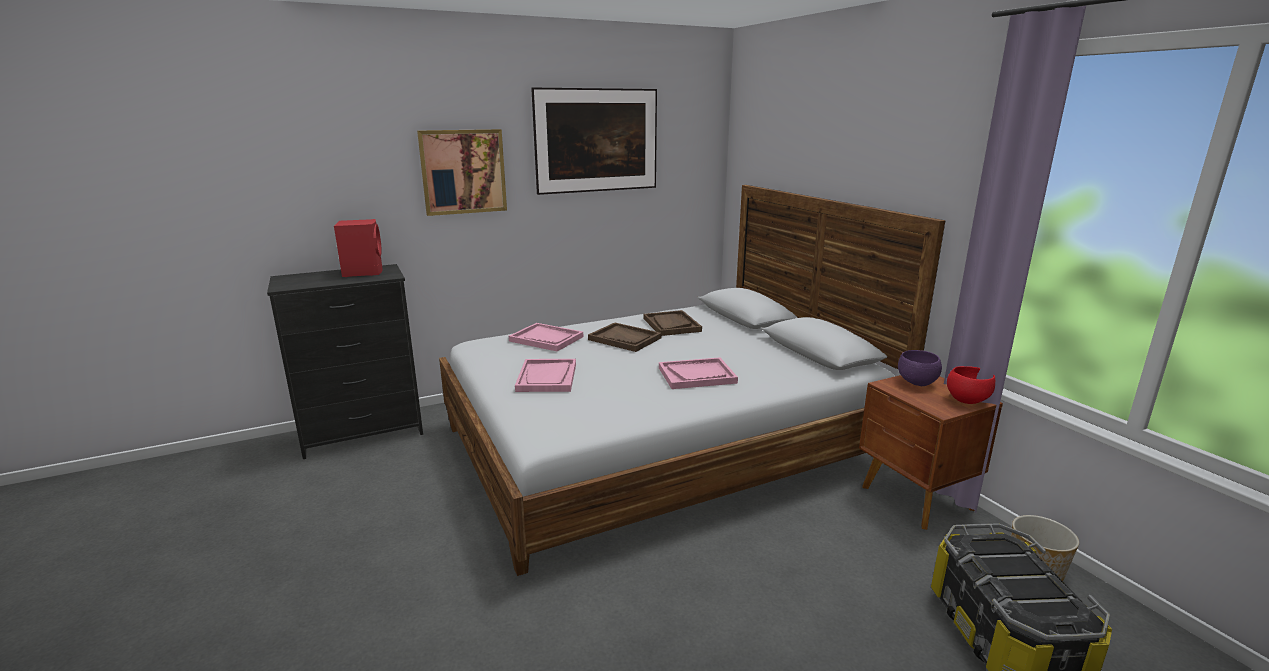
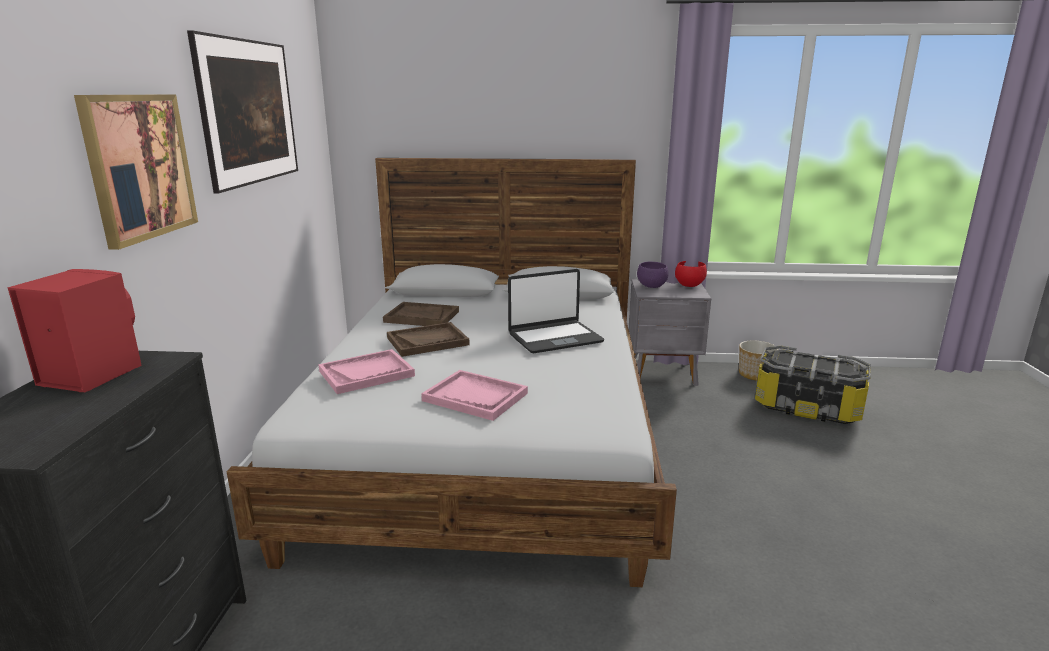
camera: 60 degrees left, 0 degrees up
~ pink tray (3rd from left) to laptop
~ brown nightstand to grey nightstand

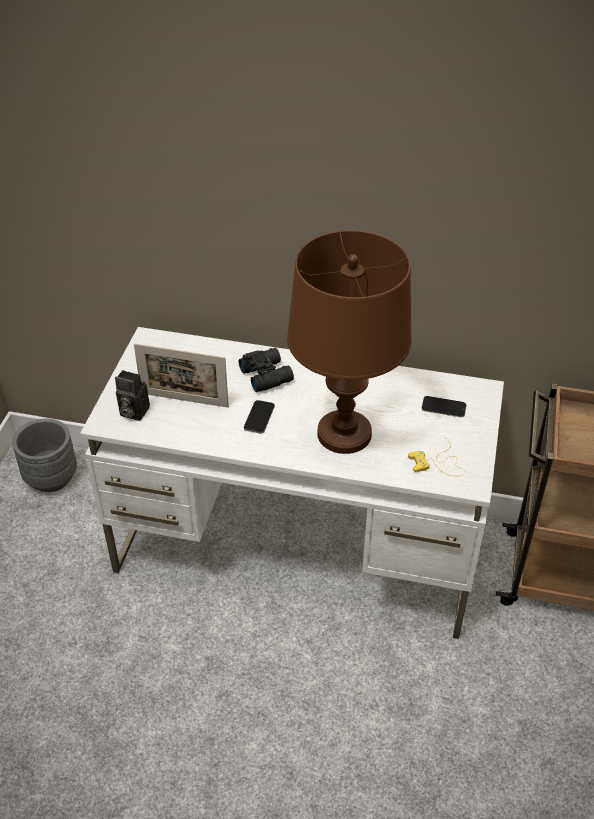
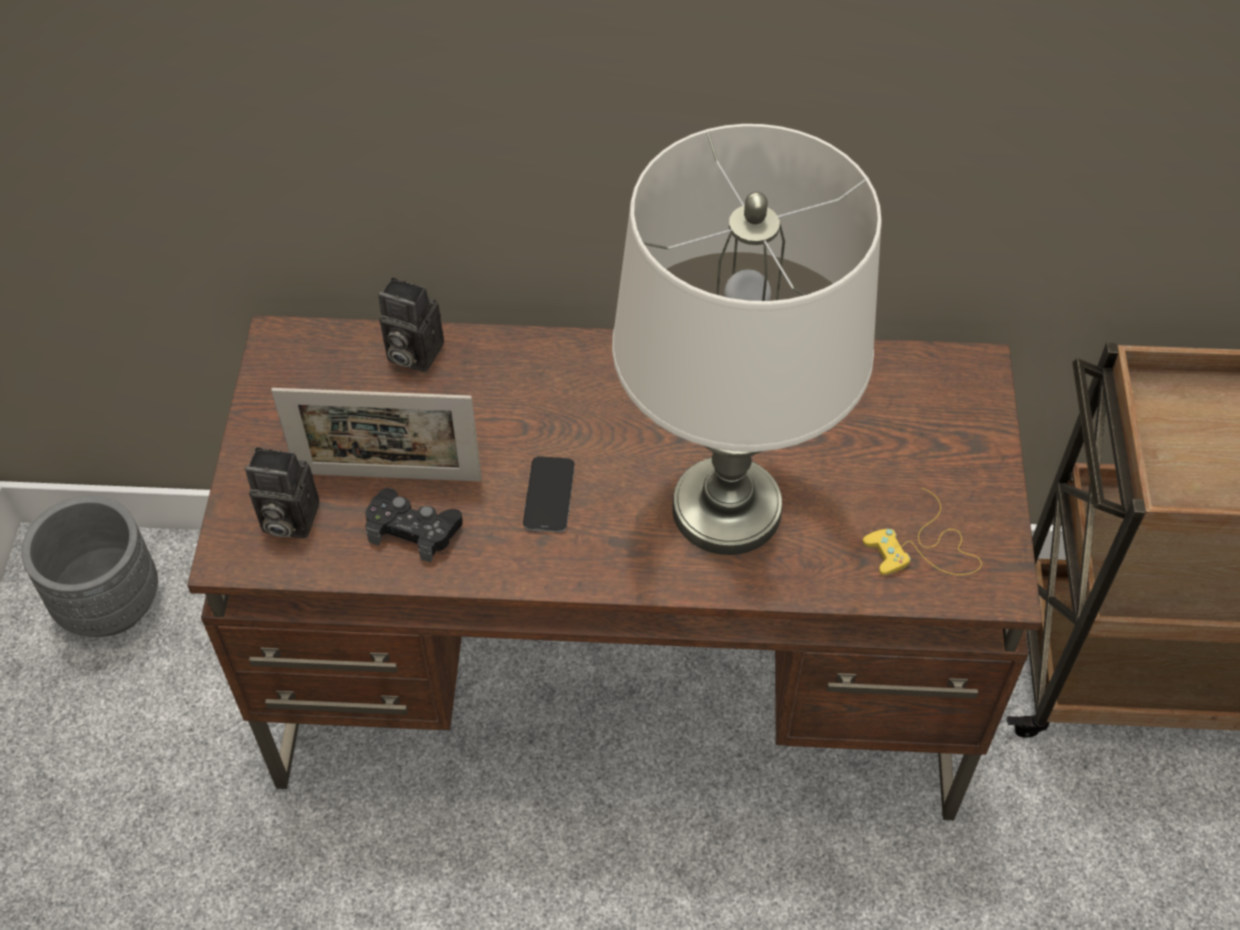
camera: 10 degrees left, 10 degrees up
- black binoculars
- phone (2nd from left)
+ black game controller
+ photo camera (2nd from left)
~ white desk to brown desk
~ brown table lamp to white table lamp

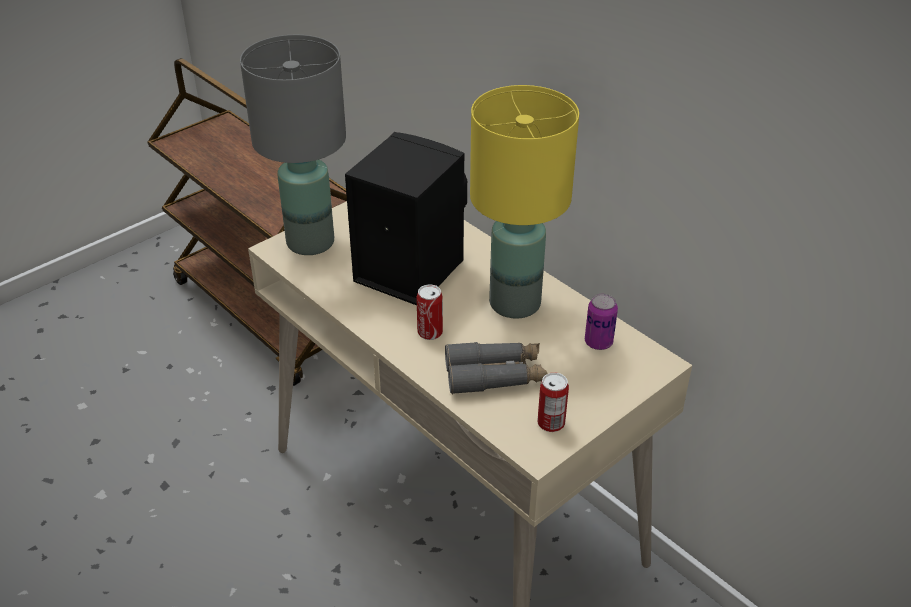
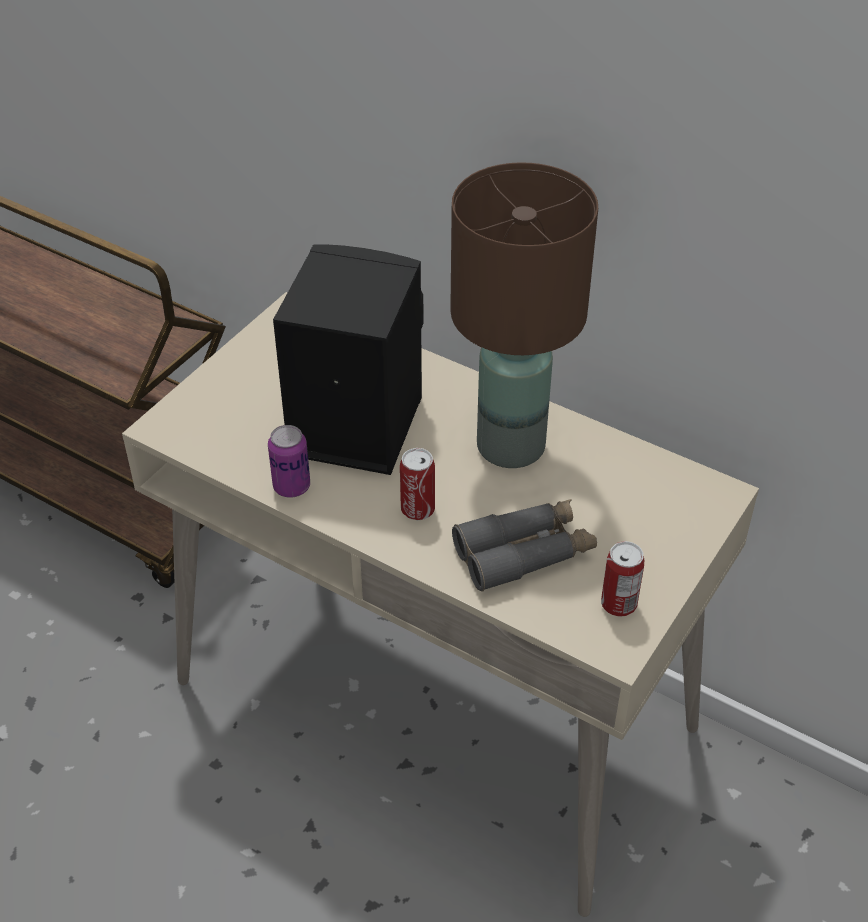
camera: 15 degrees left, 5 degrees up
- grey table lamp
~ can (3rd from left in the first image) to can (1st from left)
~ yellow table lamp to brown table lamp

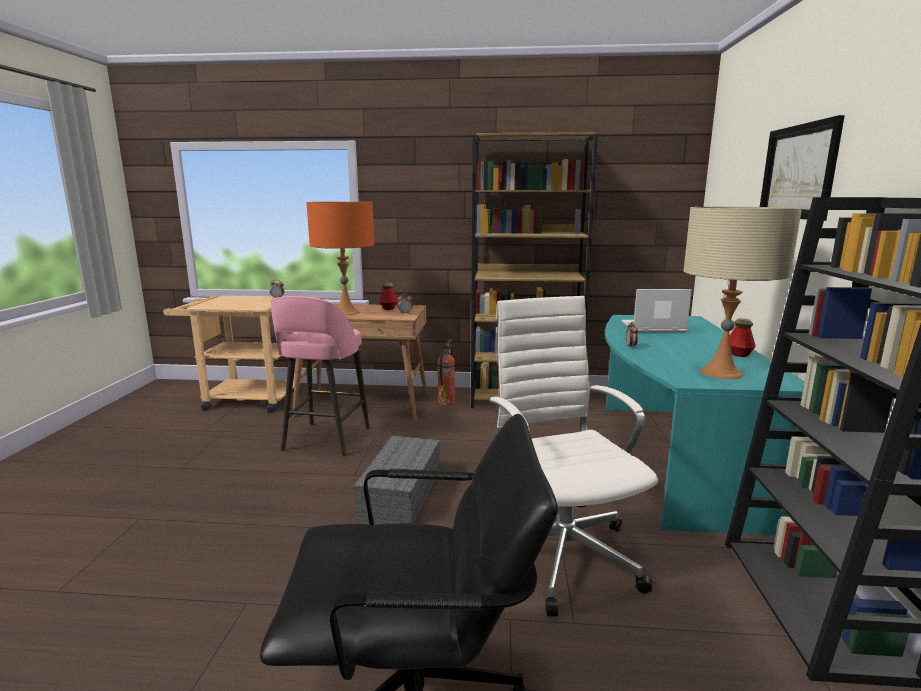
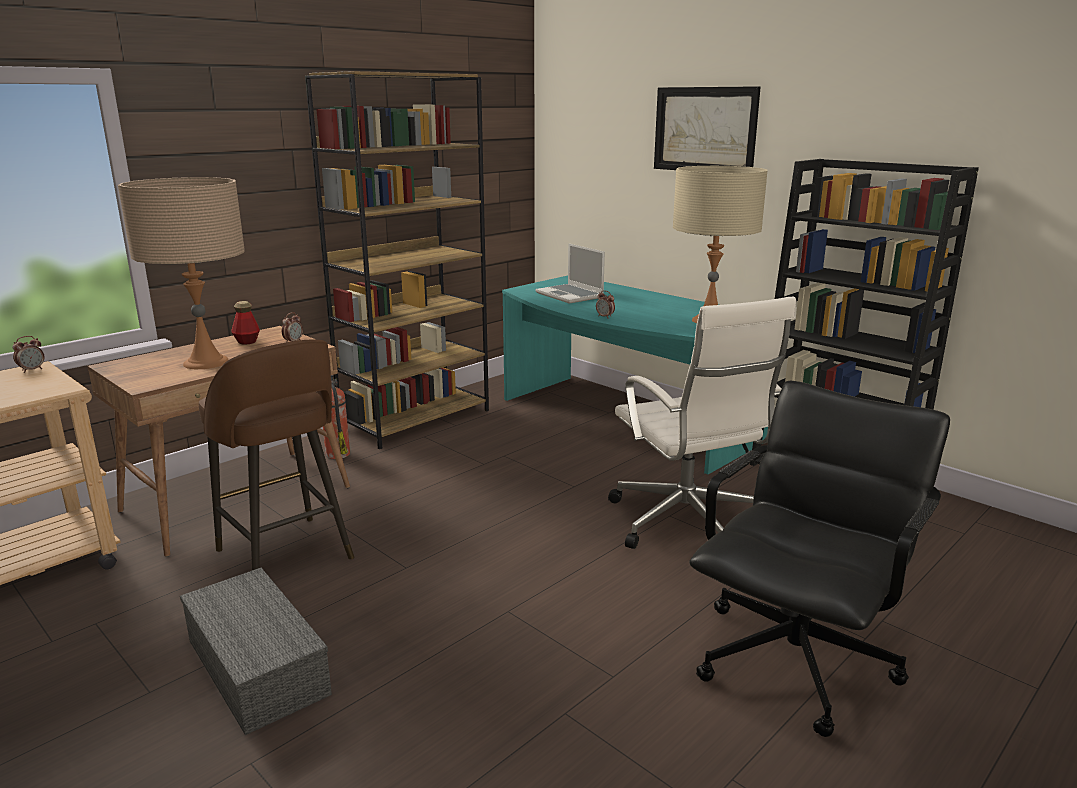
camera: 50 degrees left, 5 degrees up
- bottle (2nd from left)
~ grey storage box
~ pink stool to brown stool
~ orange table lamp to beige table lamp (1st from left)
~ white office chair 135 degrees counterclockwise
~ laptop 75 degrees counterclockwise

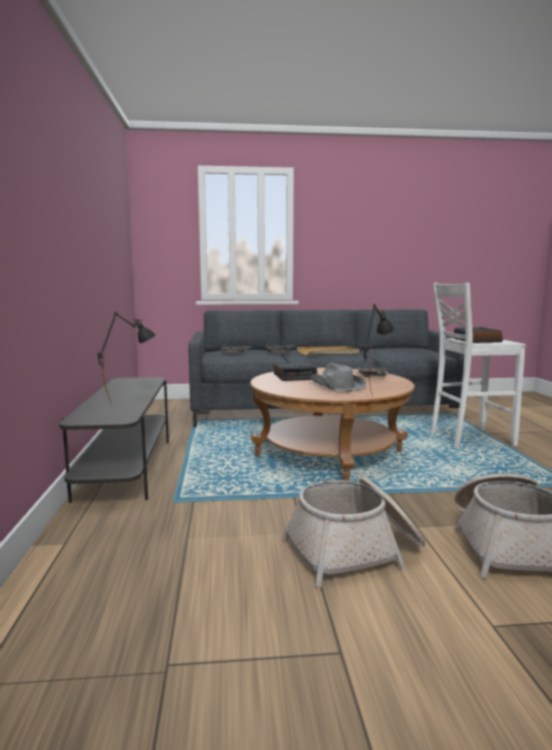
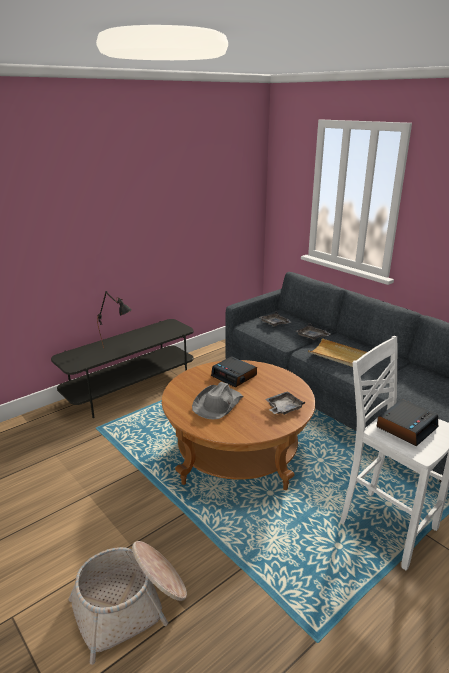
camera: 55 degrees right, 15 degrees up
- basket (1st from left)
- black table lamp (2nd from left)

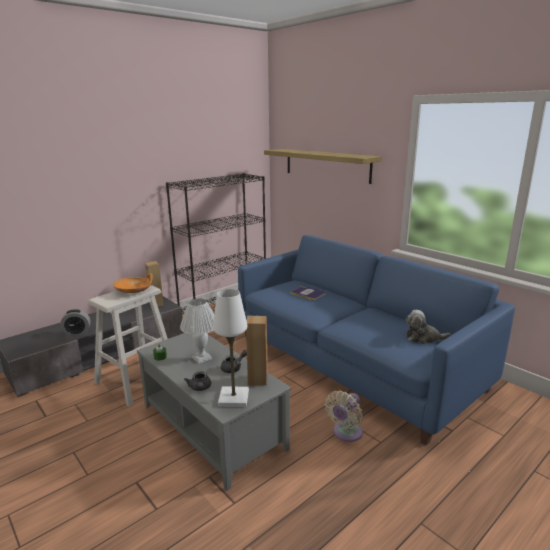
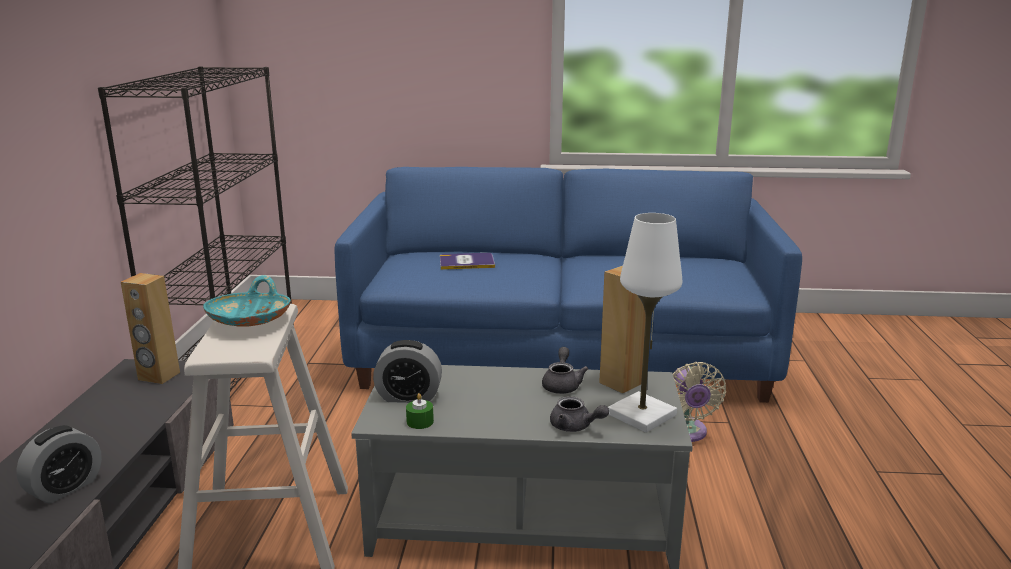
camera: 45 degrees left, 0 degrees up
- white table lamp (1st from left)
- shelf
- plush toy
+ alarm clock (2nd from left)
~ orange bowl to turquoise bowl

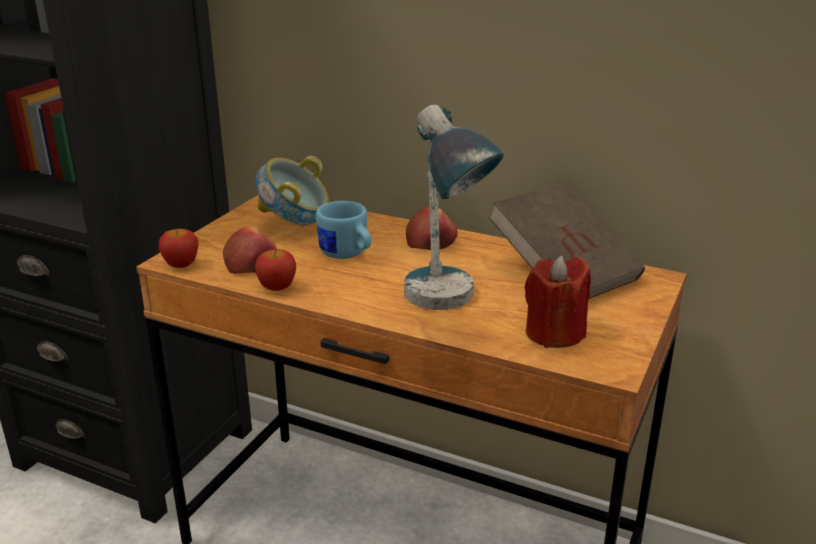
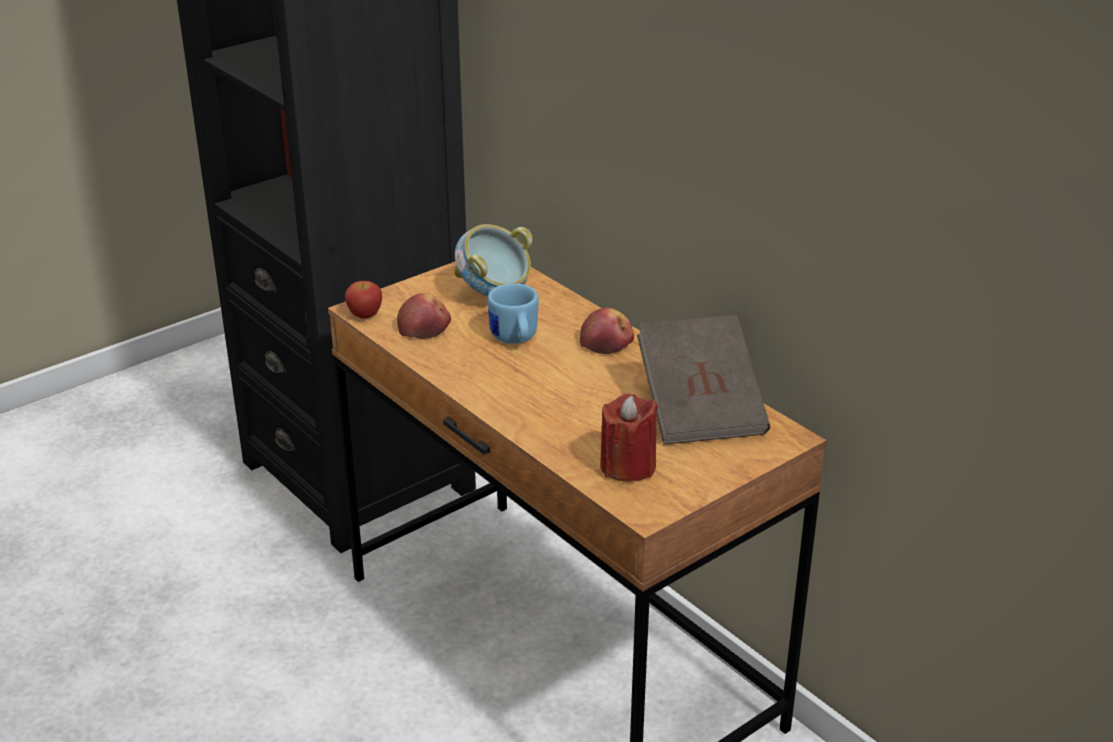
camera: 25 degrees right, 5 degrees up
- apple (3rd from left)
- table lamp

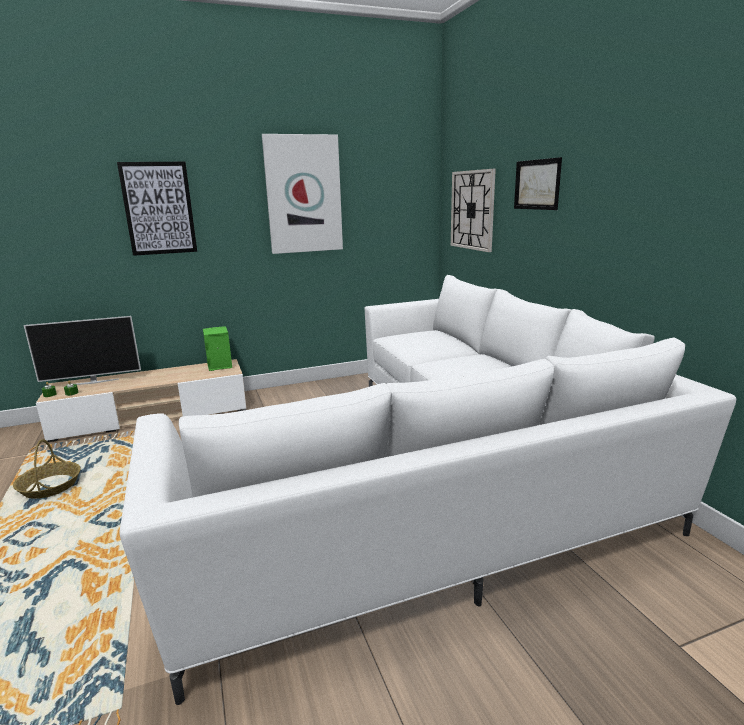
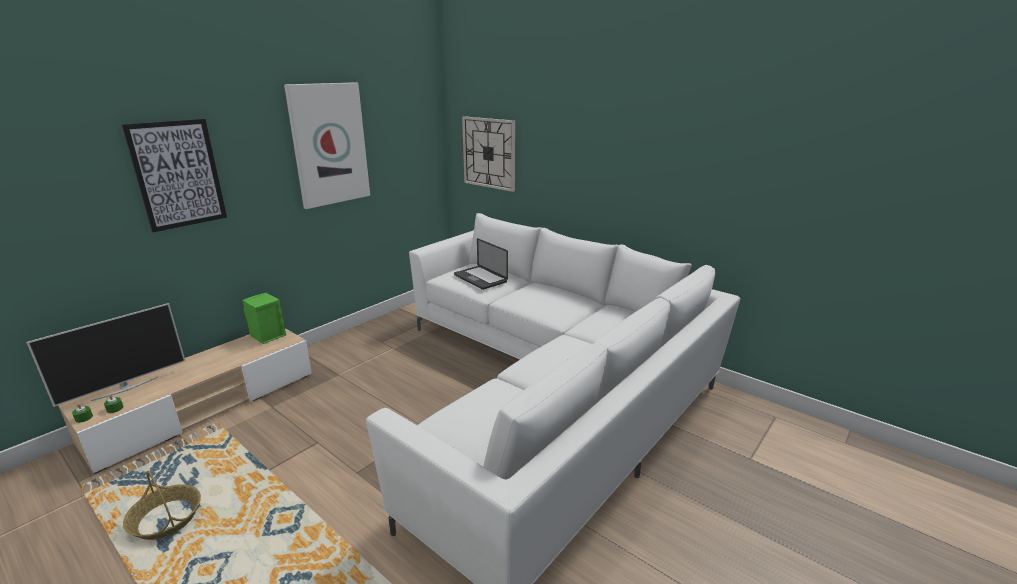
camera: 30 degrees left, 5 degrees up
- picture (3rd from left)
+ laptop

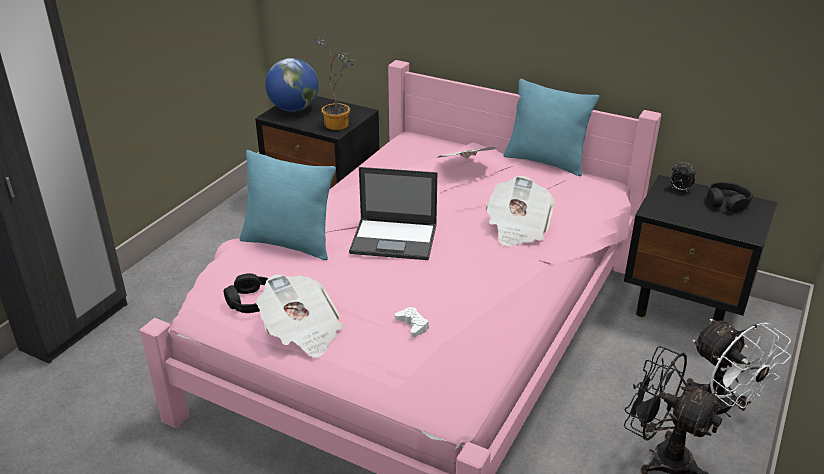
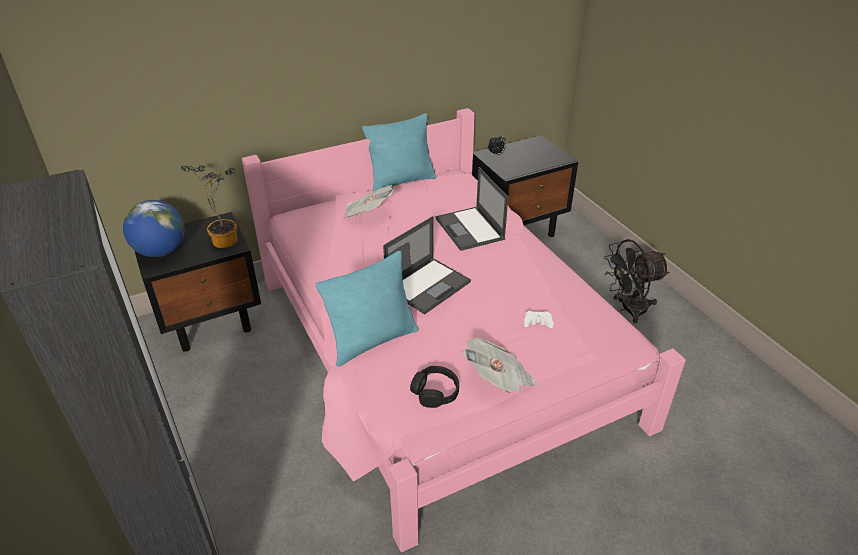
camera: 55 degrees left, 5 degrees up
- white fan
- black headphones (2nd from left)
~ newspaper (3rd from left) to laptop (2nd from left)

